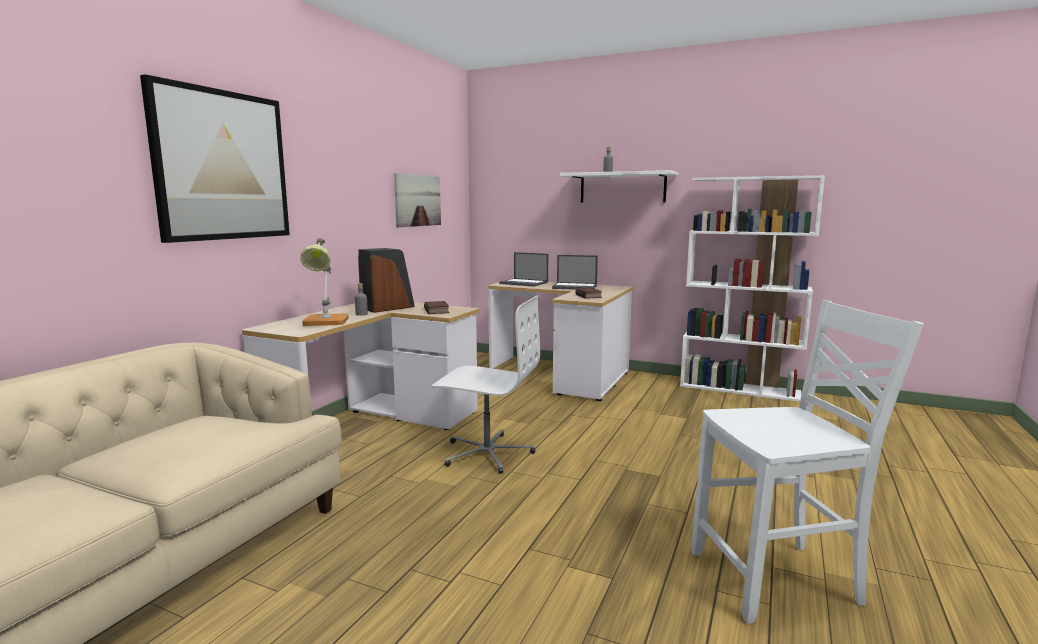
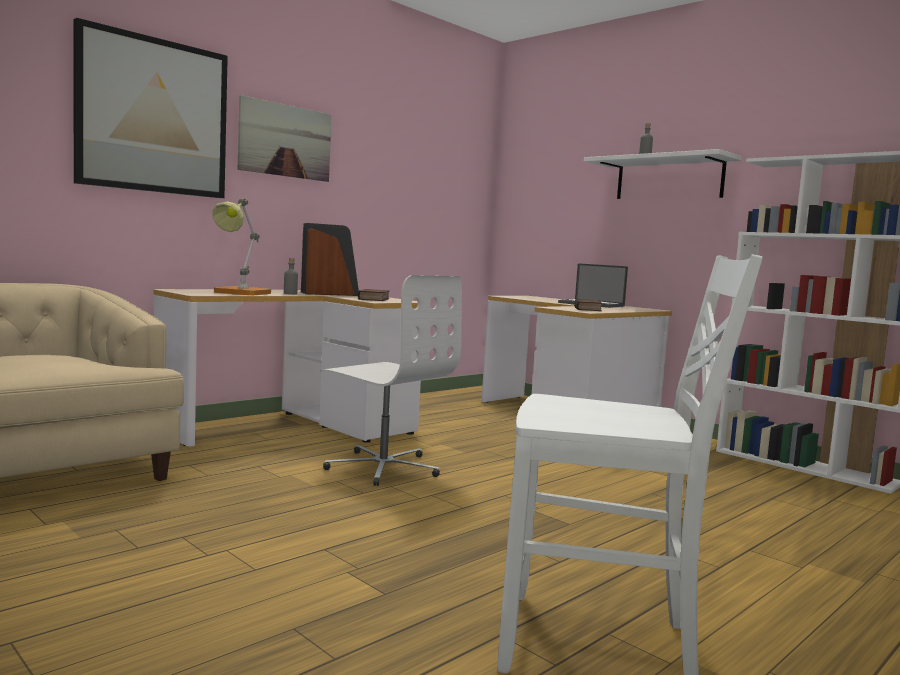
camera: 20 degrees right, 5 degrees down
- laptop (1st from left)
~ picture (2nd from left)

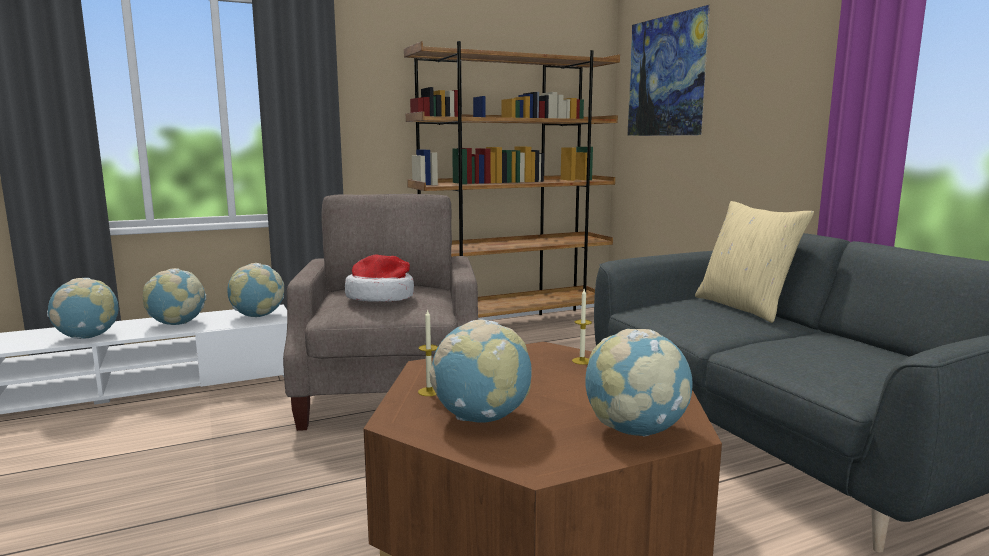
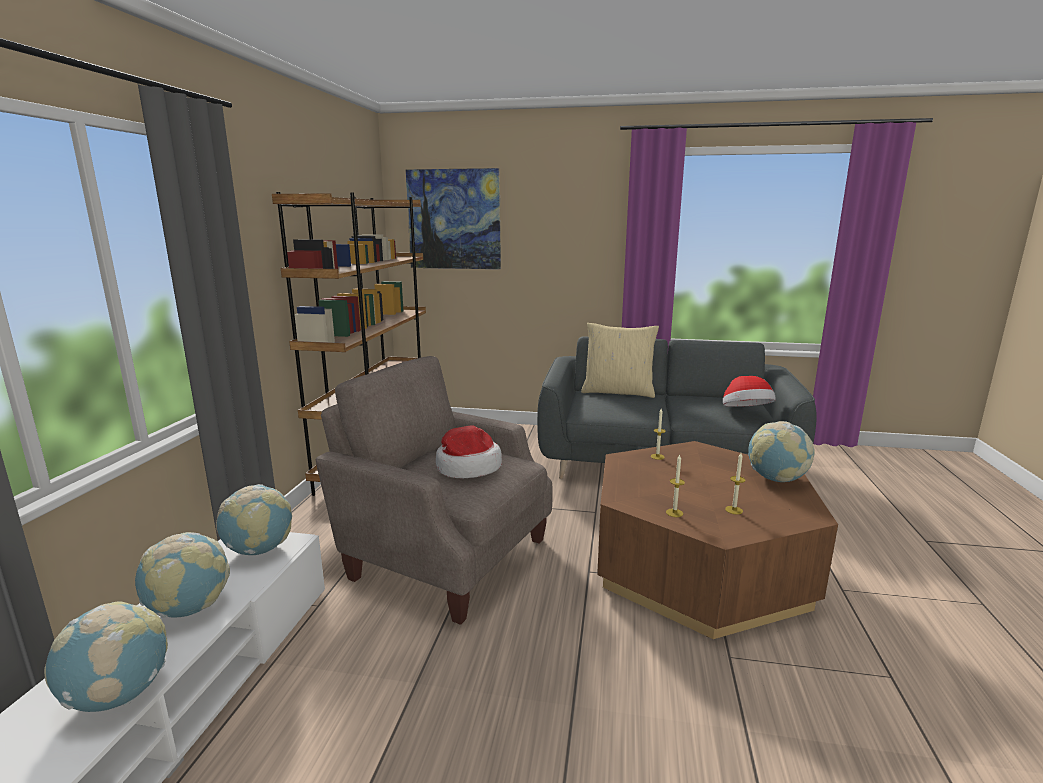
camera: 55 degrees left, 5 degrees up
+ hat (2nd from left)
~ globe (4th from left) to candle (3rd from left)

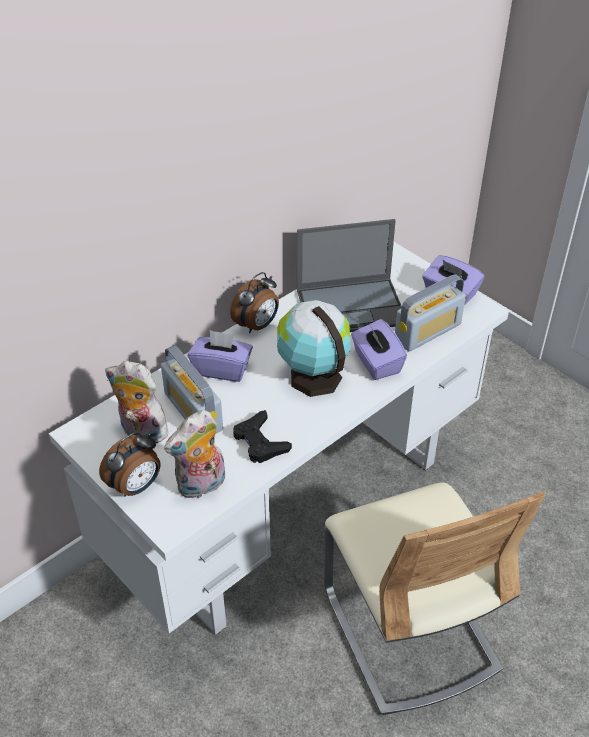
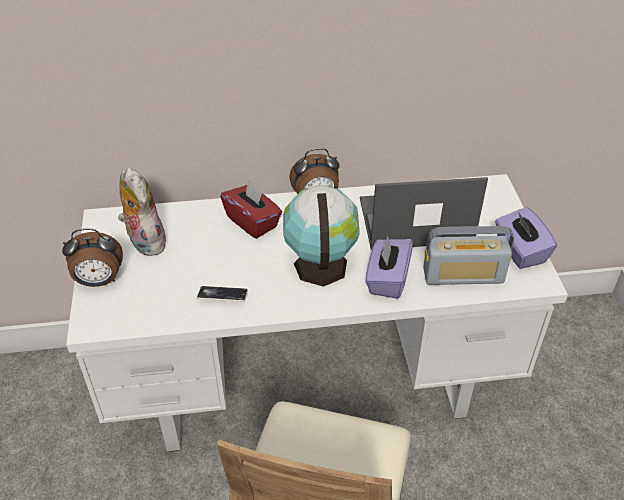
camera: 35 degrees right, 0 degrees up
- radio (1st from left)
- plush toy (2nd from left)
~ black game controller to phone
~ purple tissue box (1st from left) to red tissue box
~ laptop 150 degrees clockwise

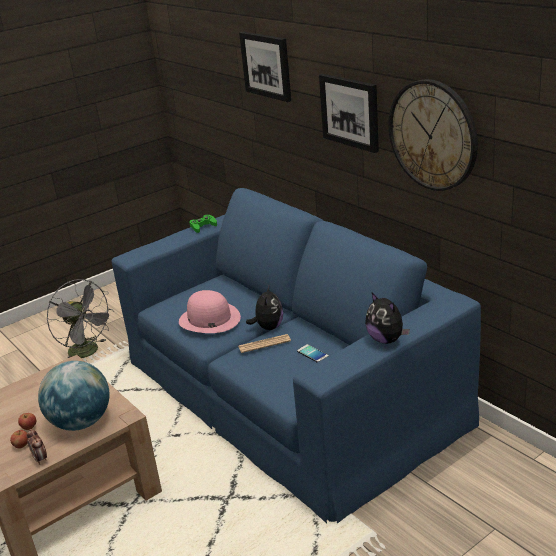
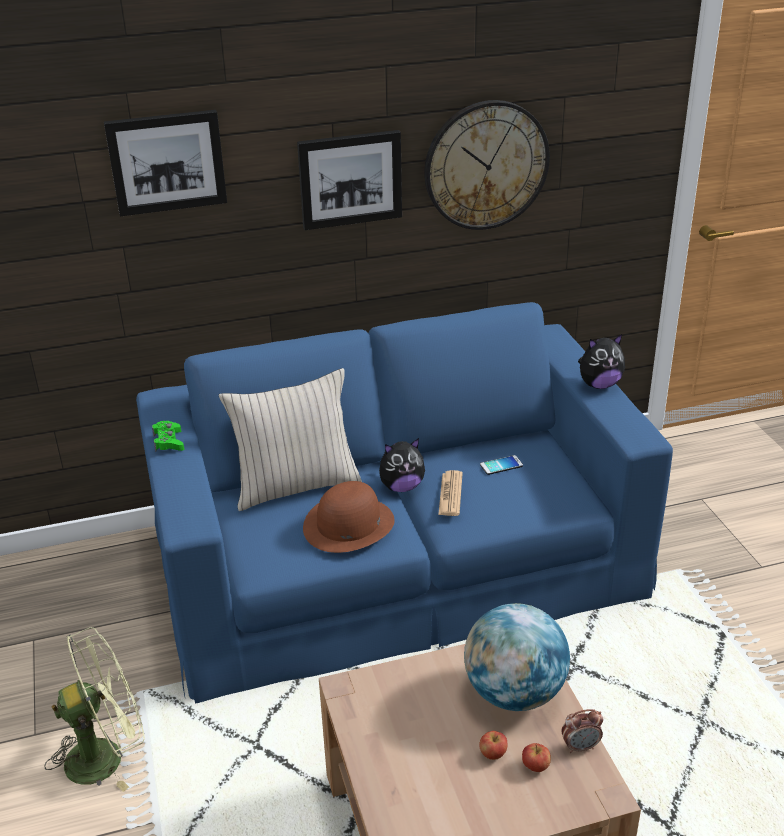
camera: 70 degrees left, 5 degrees up
+ beige pillow
~ grey fan to green fan
~ pink hat to brown hat
~ plush toy (1st from left) 135 degrees clockwise

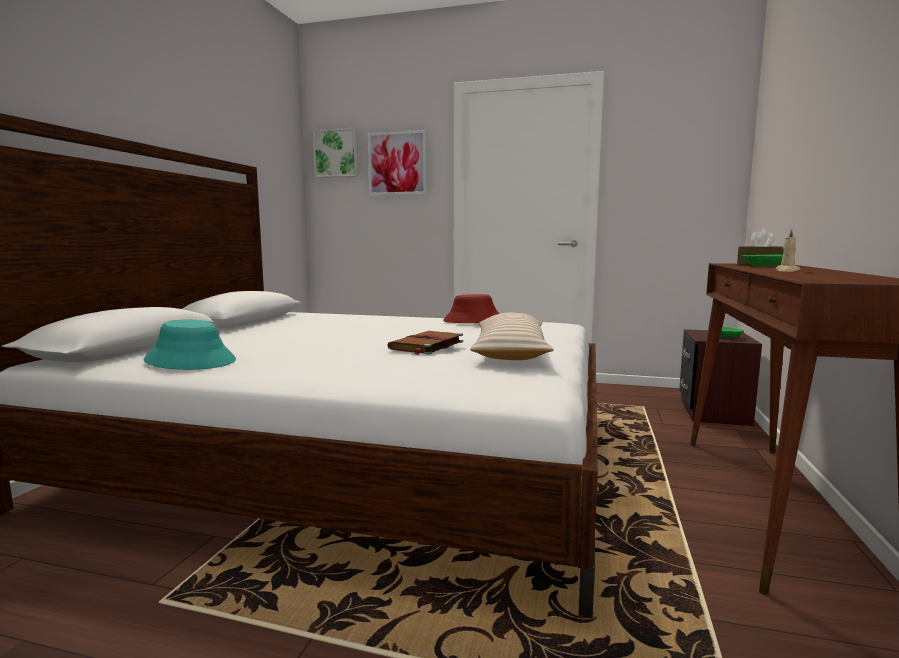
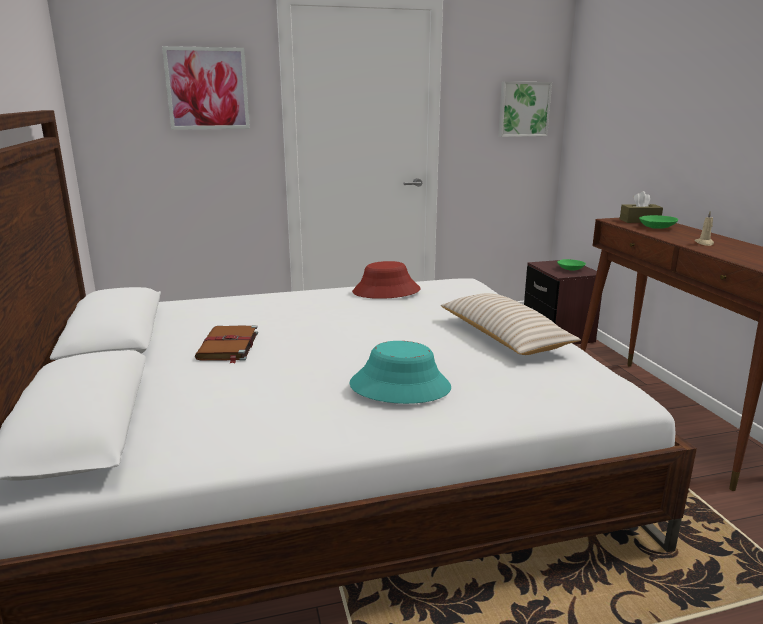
camera: 30 degrees left, 10 degrees up
~ turquoise hat
~ picture (1st from left in the first image) to picture (2nd from left)
~ brown book

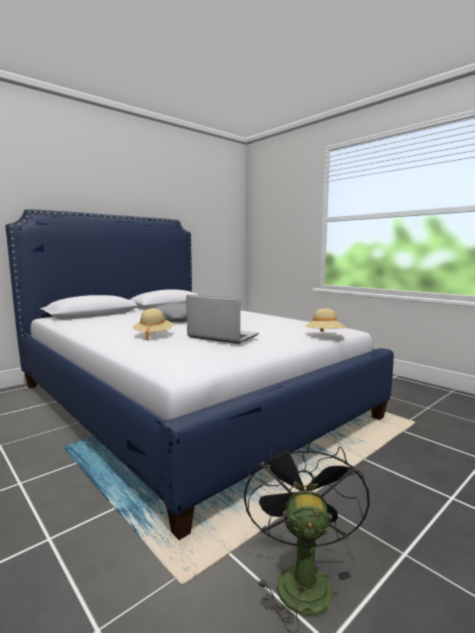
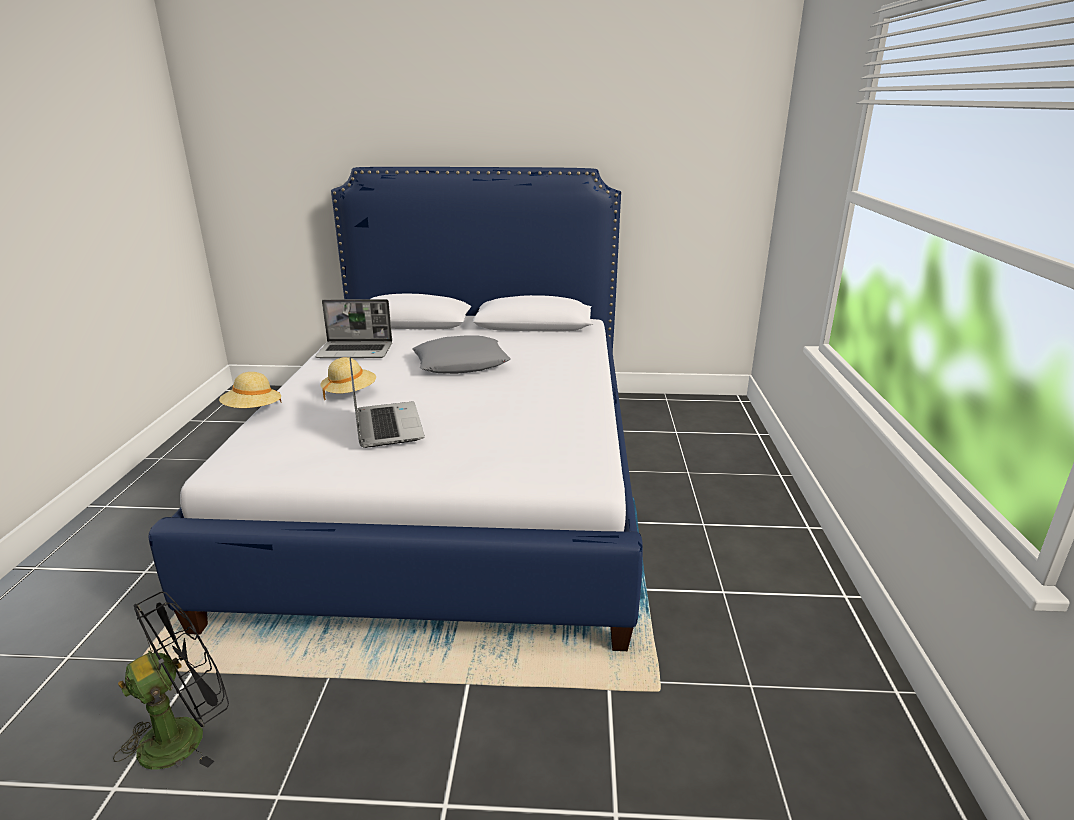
camera: 45 degrees right, 15 degrees up
+ laptop (1st from left)
~ beige hat (2nd from left in the first image) to beige hat (1st from left)

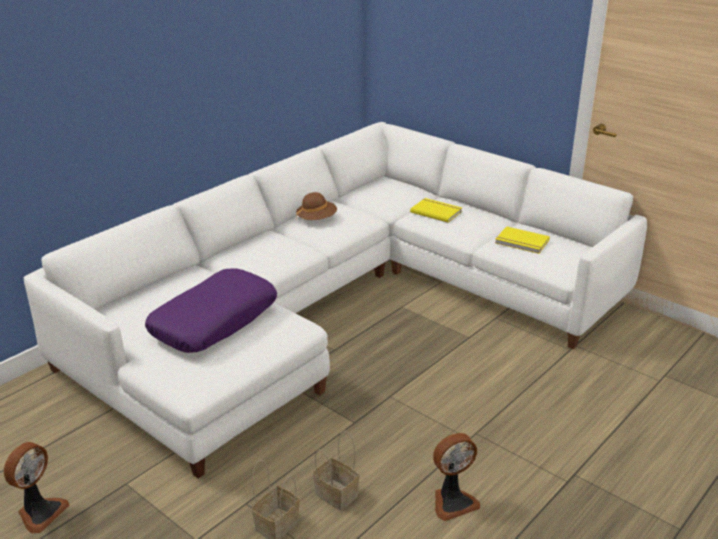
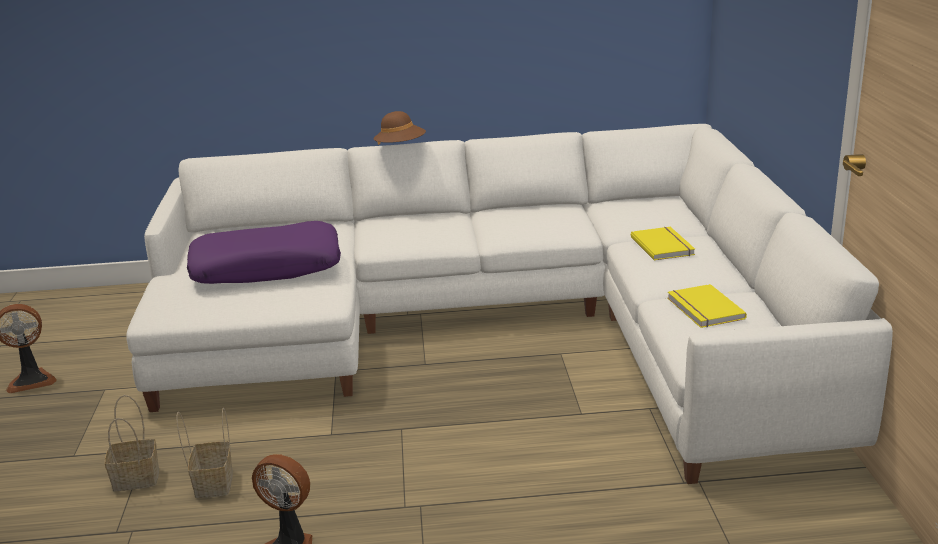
camera: 45 degrees right, 5 degrees down
~ brown hat

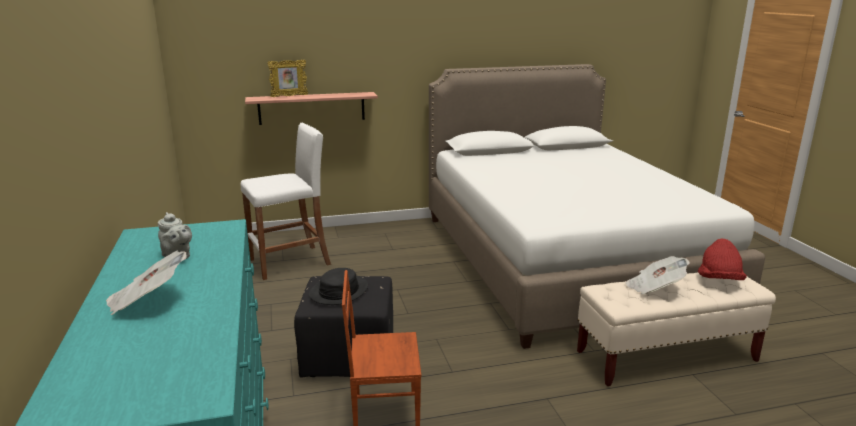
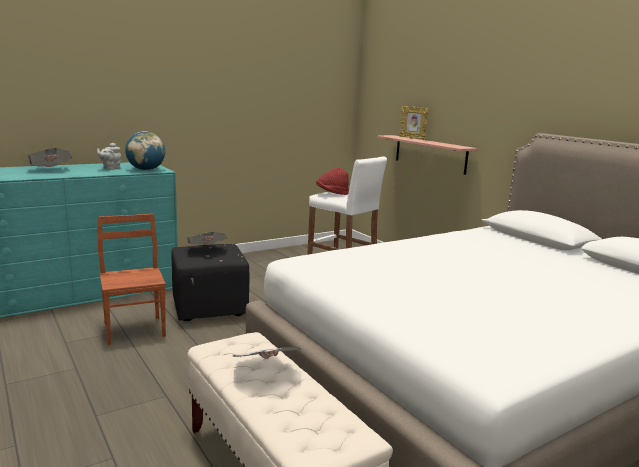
camera: 70 degrees right, 5 degrees down
+ globe
~ red hat
~ black hat to newspaper (2nd from left)

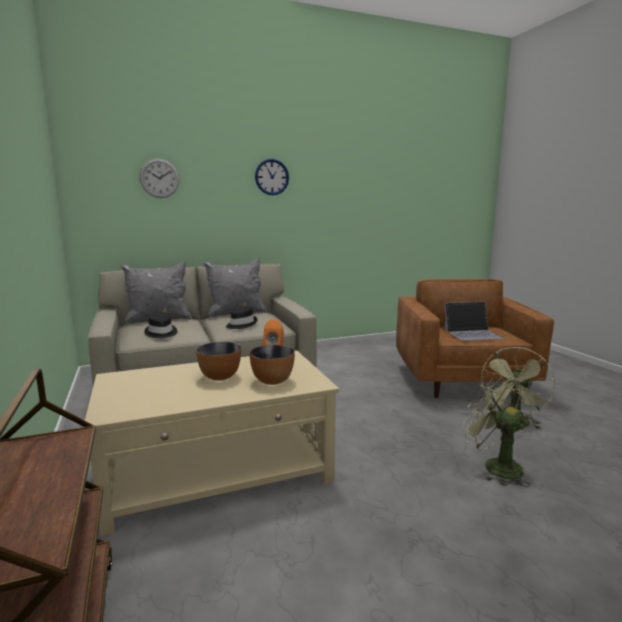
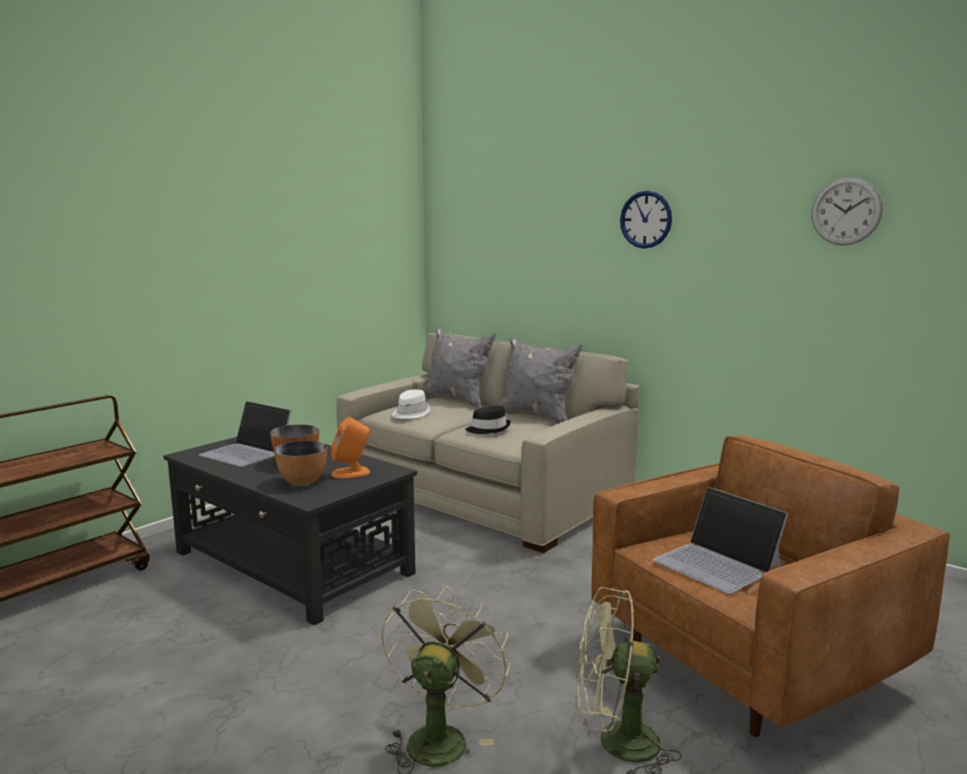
camera: 60 degrees right, 0 degrees up
+ laptop (1st from left)
~ wall clock (1st from left in the first image) to wall clock (2nd from left)
~ beige coffee table to black coffee table
~ black hat (1st from left) to white hat

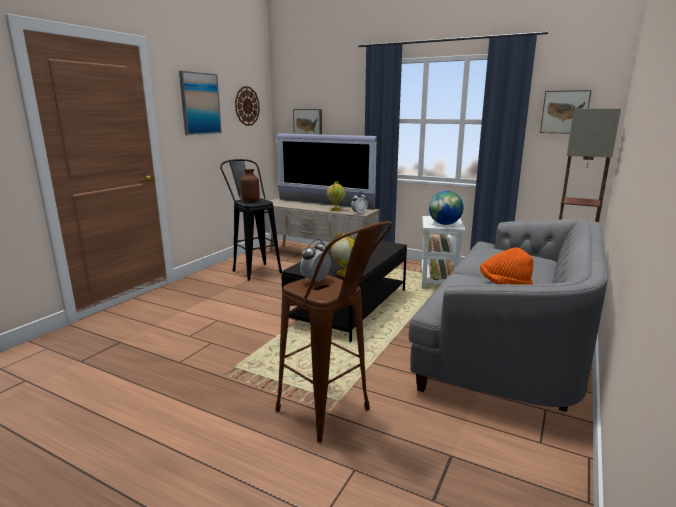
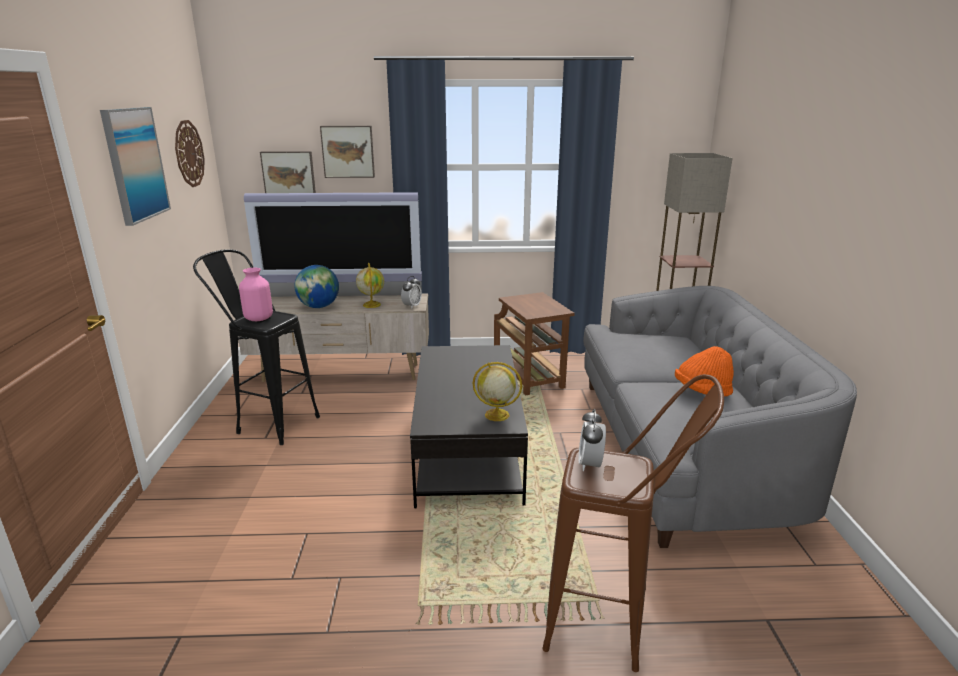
camera: 30 degrees left, 5 degrees up
~ globe (3rd from left in the first image) to globe (1st from left)
~ picture (3rd from left)
~ brown vase to pink vase
~ white side table to brown side table

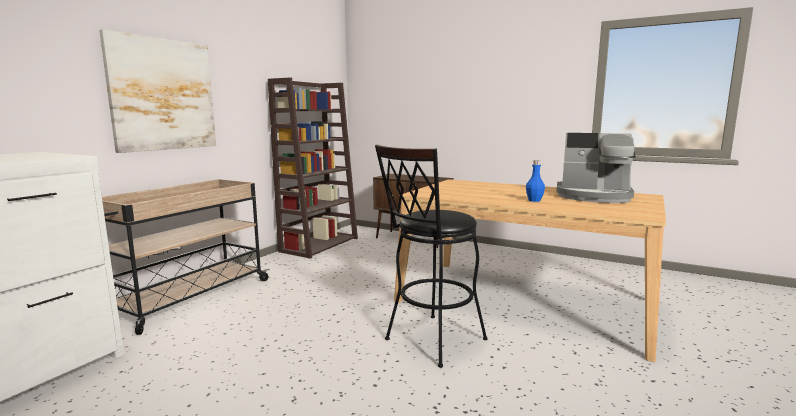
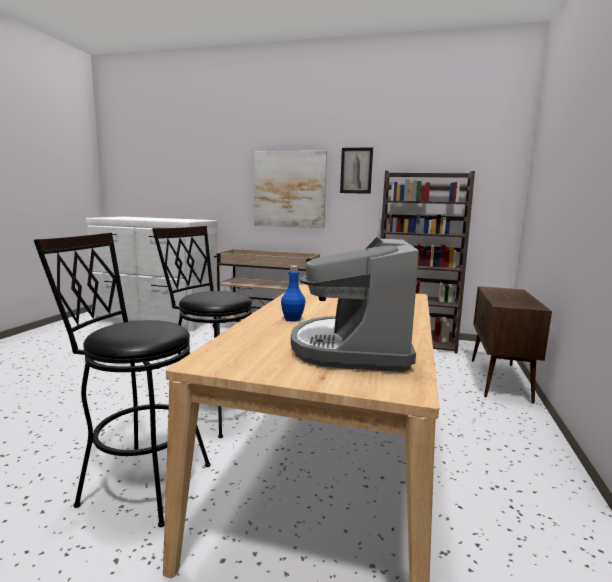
camera: 75 degrees right, 0 degrees up
+ black stool (1st from left)
+ picture (2nd from left)

